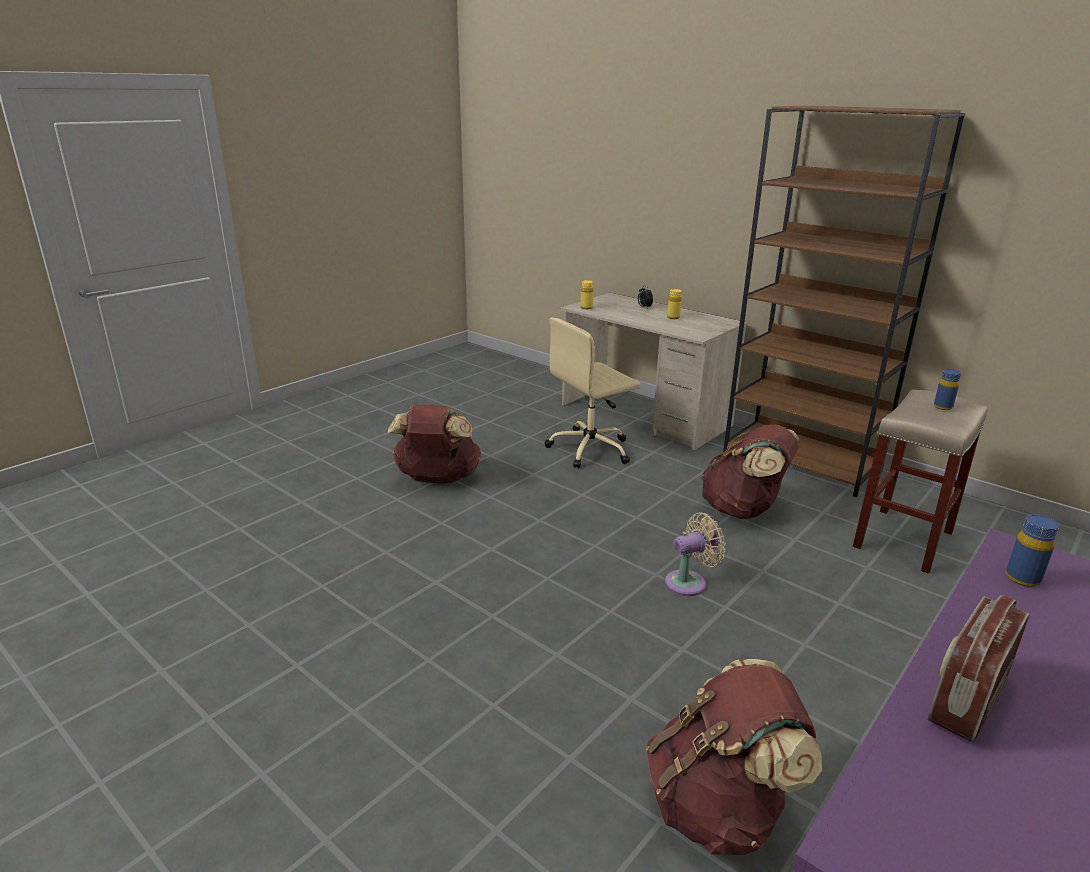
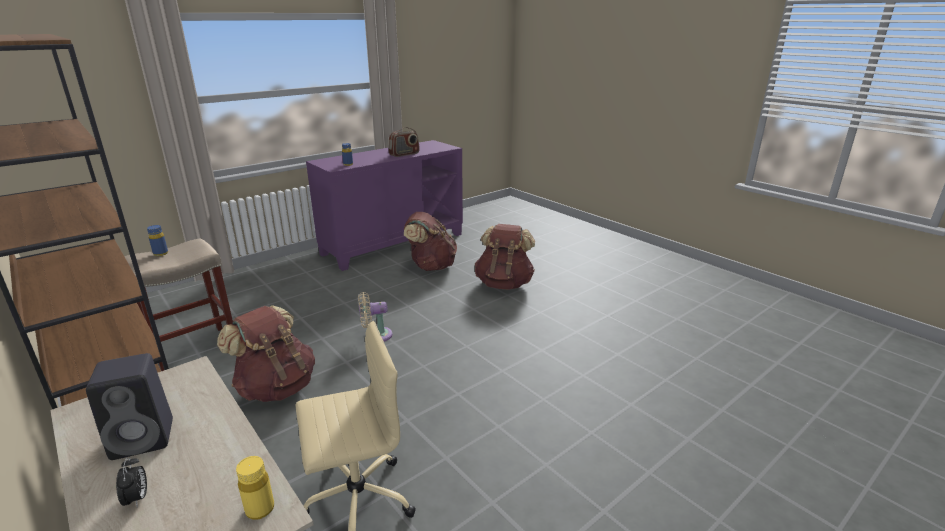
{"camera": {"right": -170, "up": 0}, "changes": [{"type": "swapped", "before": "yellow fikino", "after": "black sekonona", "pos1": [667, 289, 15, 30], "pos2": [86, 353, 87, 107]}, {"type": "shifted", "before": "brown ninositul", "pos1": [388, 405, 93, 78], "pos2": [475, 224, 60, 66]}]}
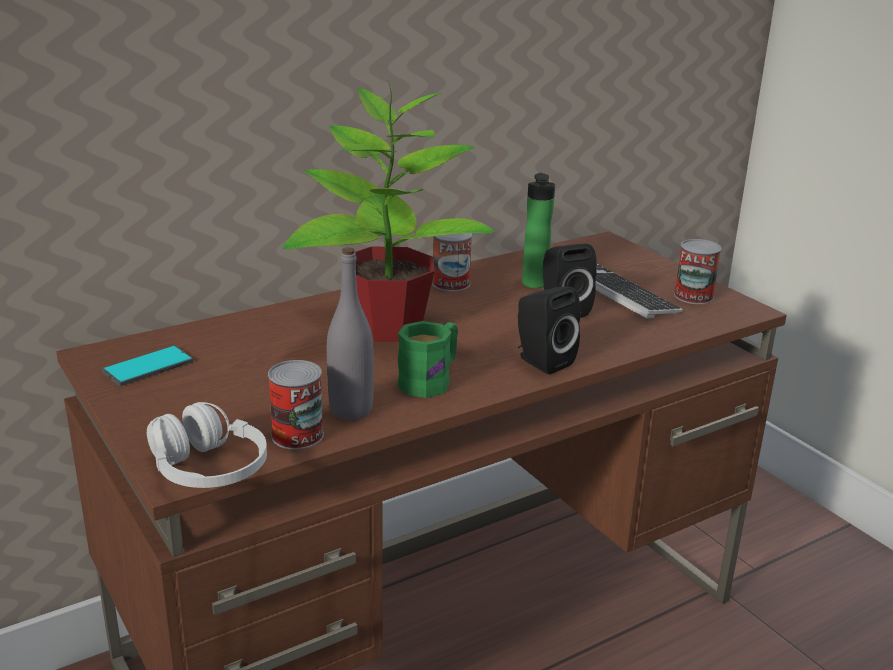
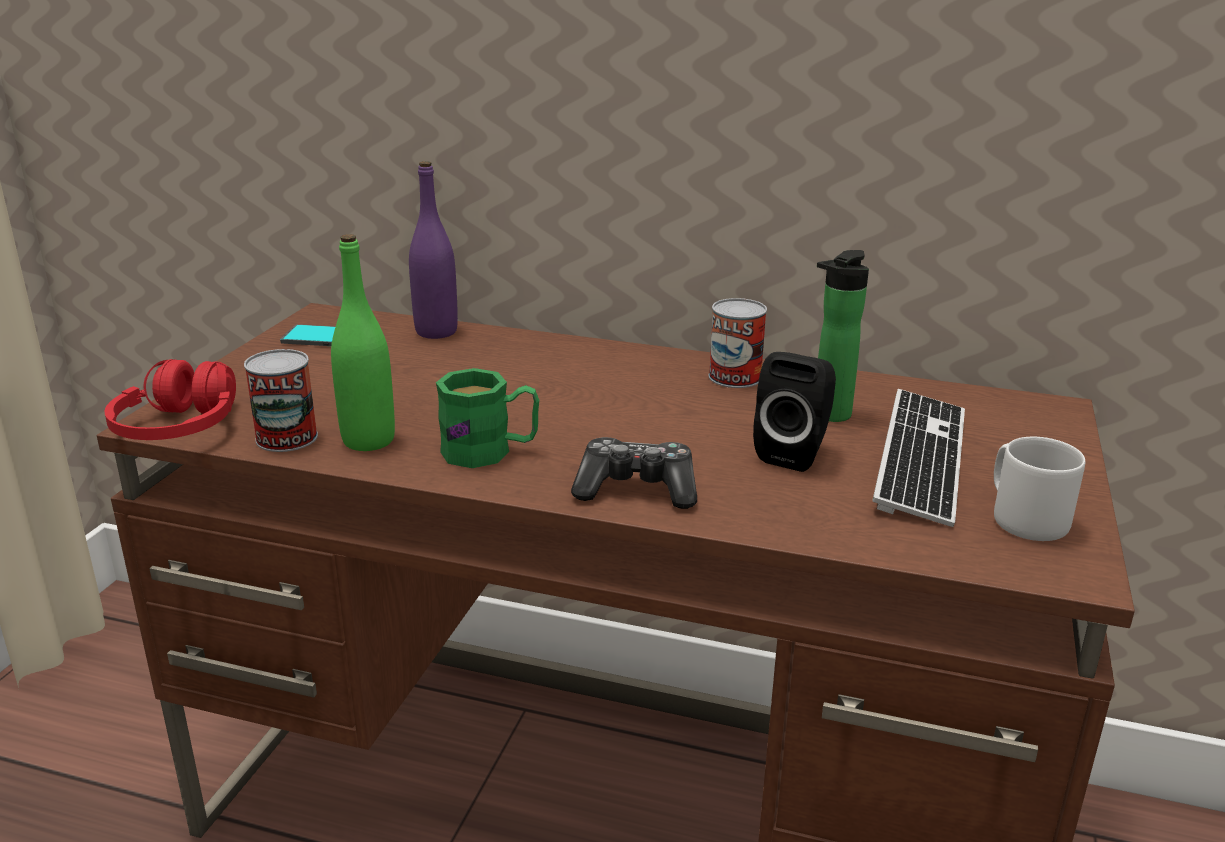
{"camera": {"right": 50, "up": 0}, "changes": [{"type": "repainted", "before": "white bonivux", "after": "red bonivux", "pos1": [147, 402, 120, 86], "pos2": [105, 359, 131, 81]}, {"type": "repainted", "before": "grey fikino", "after": "green fikino", "pos1": [327, 248, 47, 172], "pos2": [331, 234, 64, 217]}, {"type": "new", "after": "purple fikino", "pos2": [409, 161, 49, 178]}, {"type": "swapped", "before": "black sekonona", "after": "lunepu", "pos1": [518, 287, 63, 88], "pos2": [571, 437, 126, 72]}, {"type": "swapped", "before": "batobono", "after": "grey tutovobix", "pos1": [674, 239, 48, 65], "pos2": [994, 437, 91, 104]}, {"type": "gone", "before": "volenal", "pos1": [283, 80, 211, 262]}]}
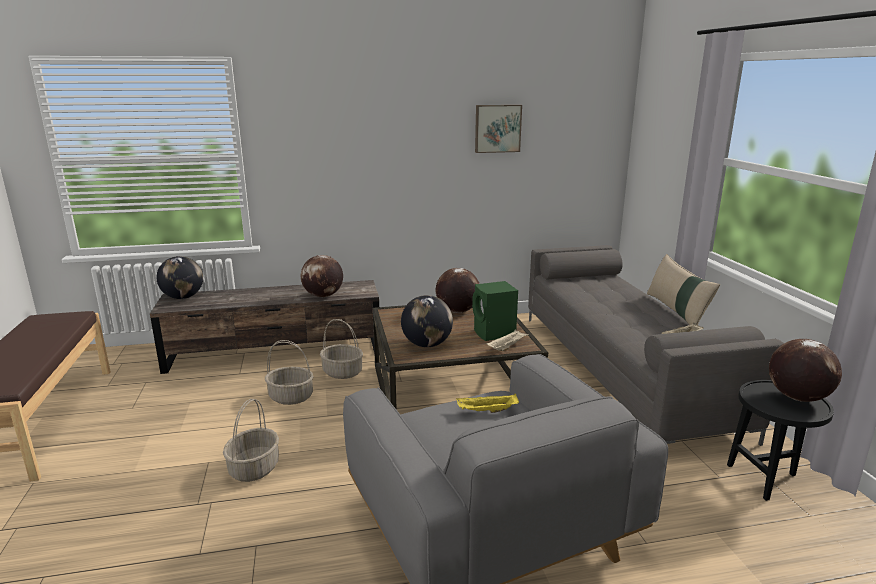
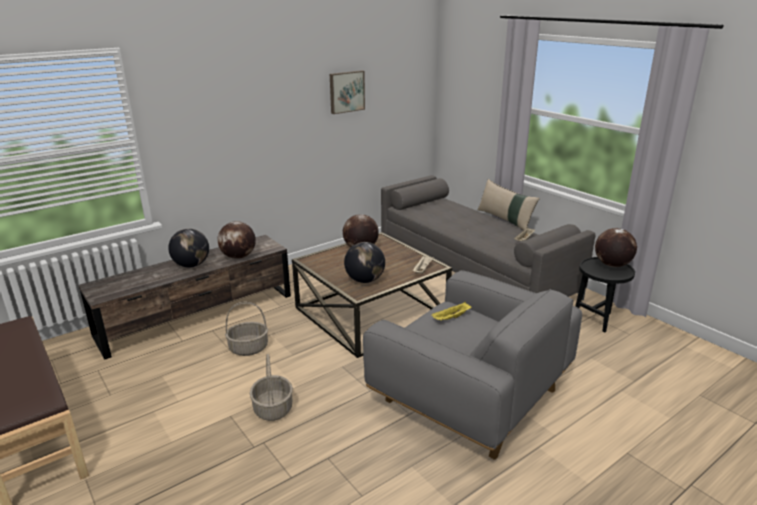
{"camera": {"right": -25, "up": 5}, "changes": [{"type": "shifted", "before": "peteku", "pos1": [156, 256, 47, 43], "pos2": [168, 229, 41, 38]}, {"type": "gone", "before": "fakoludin", "pos1": [320, 319, 43, 60]}, {"type": "gone", "before": "green sekonona", "pos1": [472, 281, 46, 60]}]}
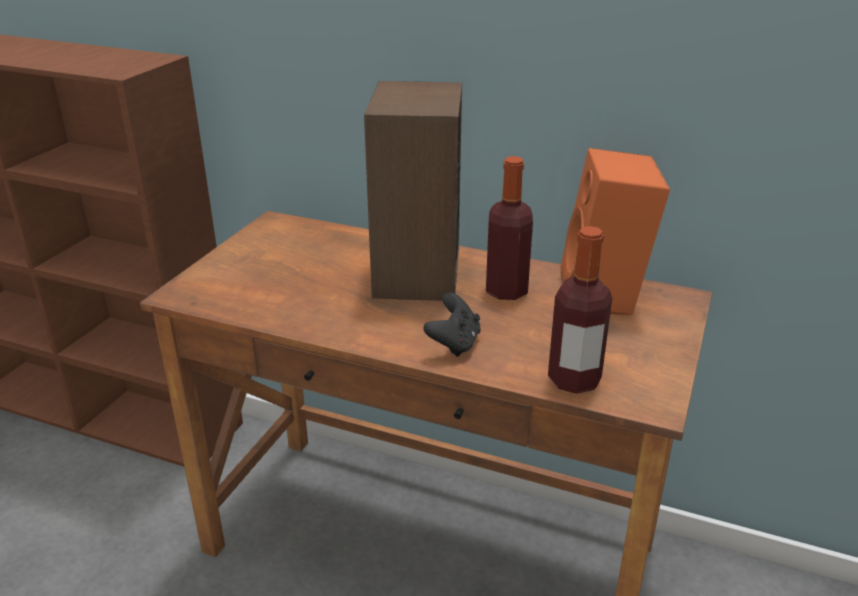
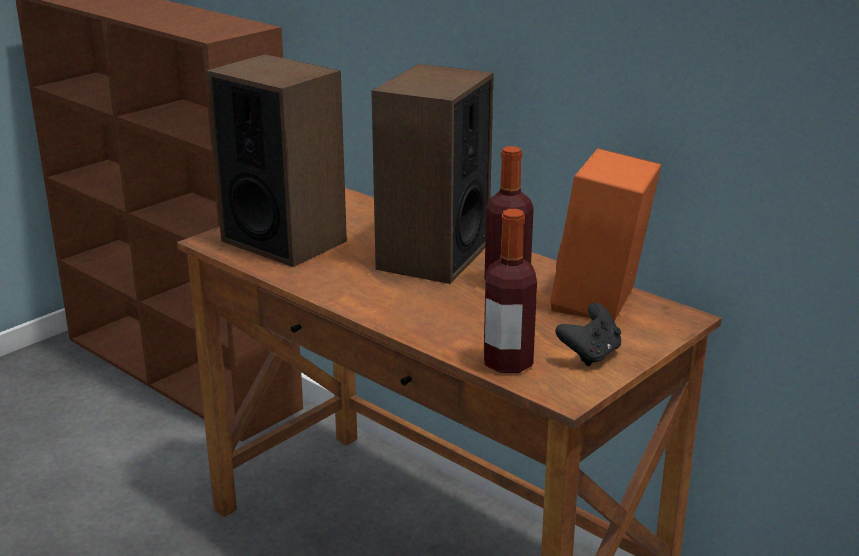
{"camera": {"right": 20, "up": -5}, "changes": [{"type": "new", "after": "sekonona", "pos2": [206, 54, 141, 213]}, {"type": "shifted", "before": "black lunepu", "pos1": [423, 293, 58, 64], "pos2": [555, 303, 66, 63]}]}
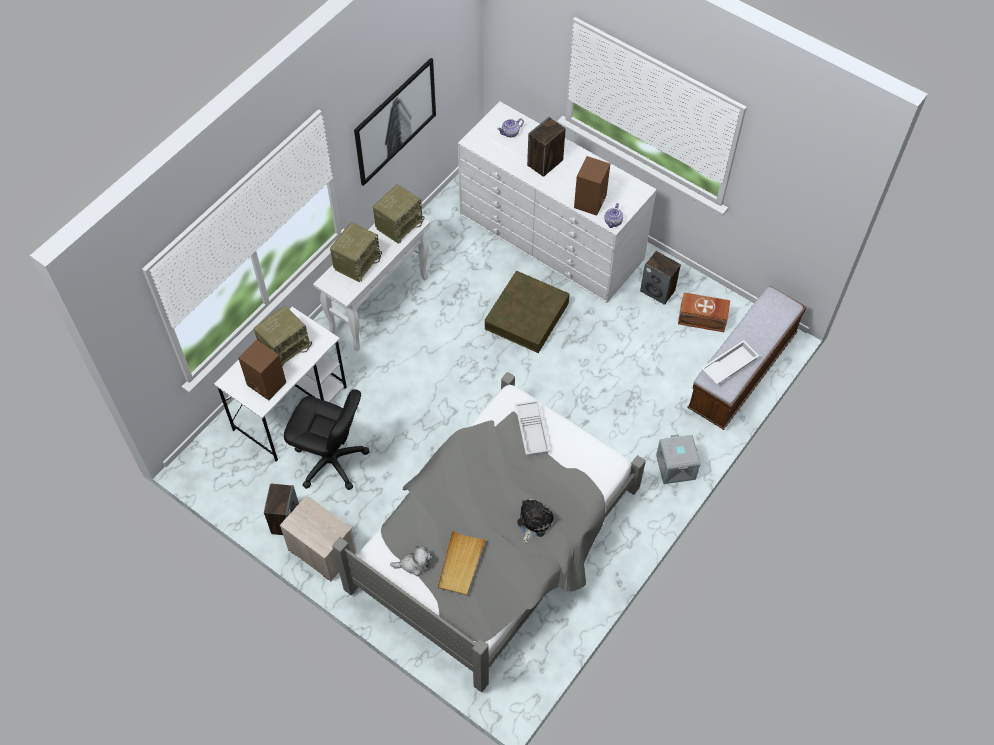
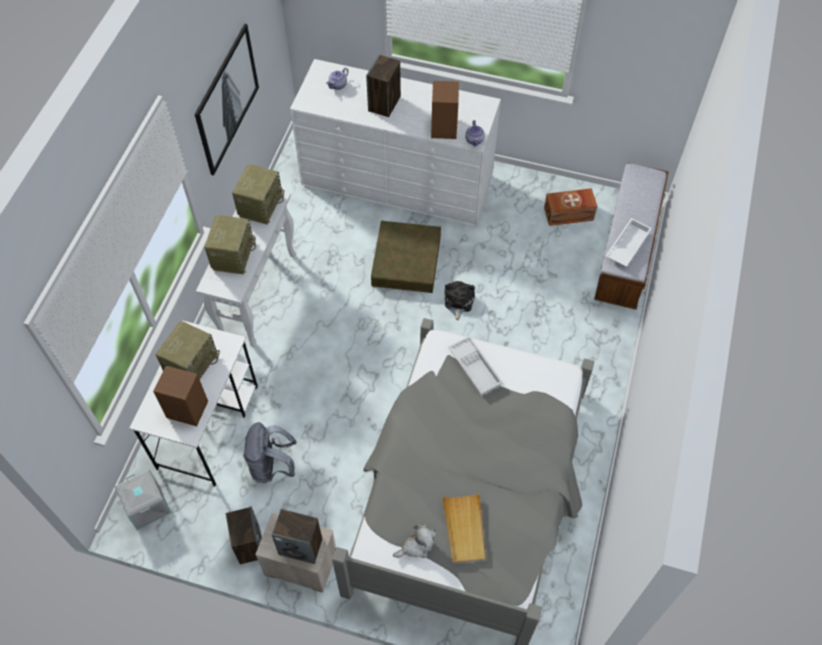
{"camera": {"right": -20, "up": 0}, "changes": [{"type": "shifted", "before": "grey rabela", "pos1": [656, 435, 45, 49], "pos2": [114, 469, 57, 61]}, {"type": "swapped", "before": "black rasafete", "after": "grey ninositul", "pos1": [284, 389, 86, 101], "pos2": [243, 422, 53, 61]}, {"type": "shifted", "before": "sekonona", "pos1": [640, 251, 41, 54], "pos2": [272, 509, 50, 55]}, {"type": "shifted", "before": "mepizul", "pos1": [517, 499, 37, 44], "pos2": [445, 281, 30, 40]}]}
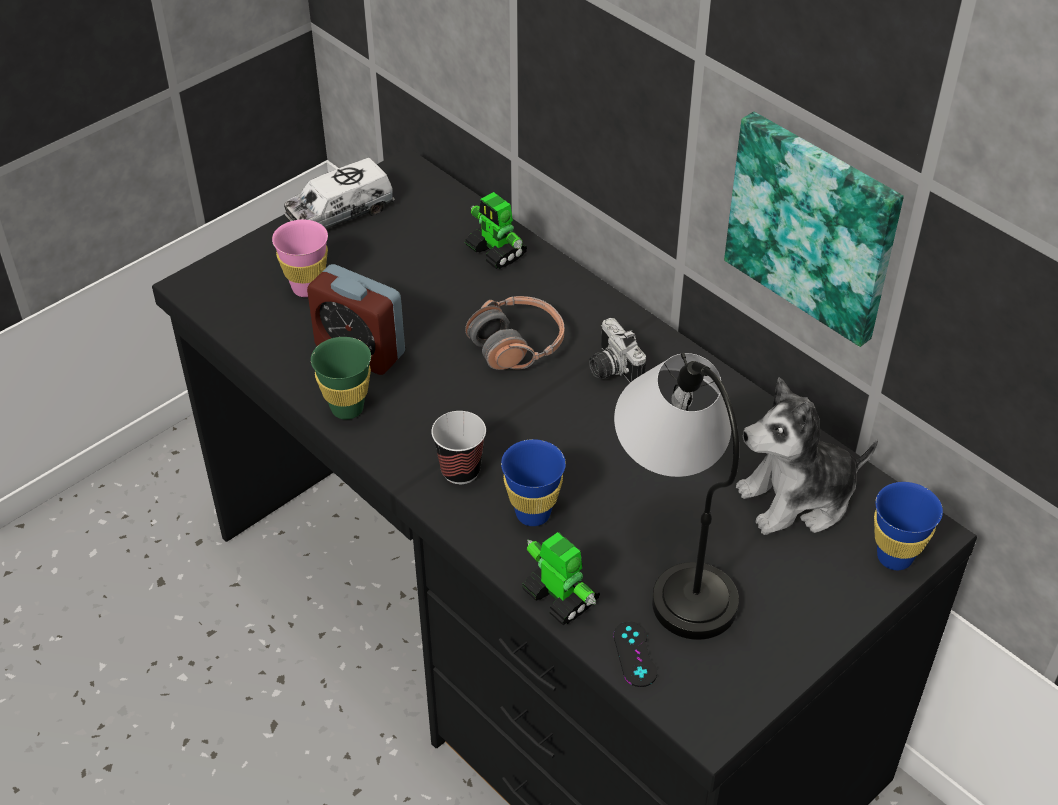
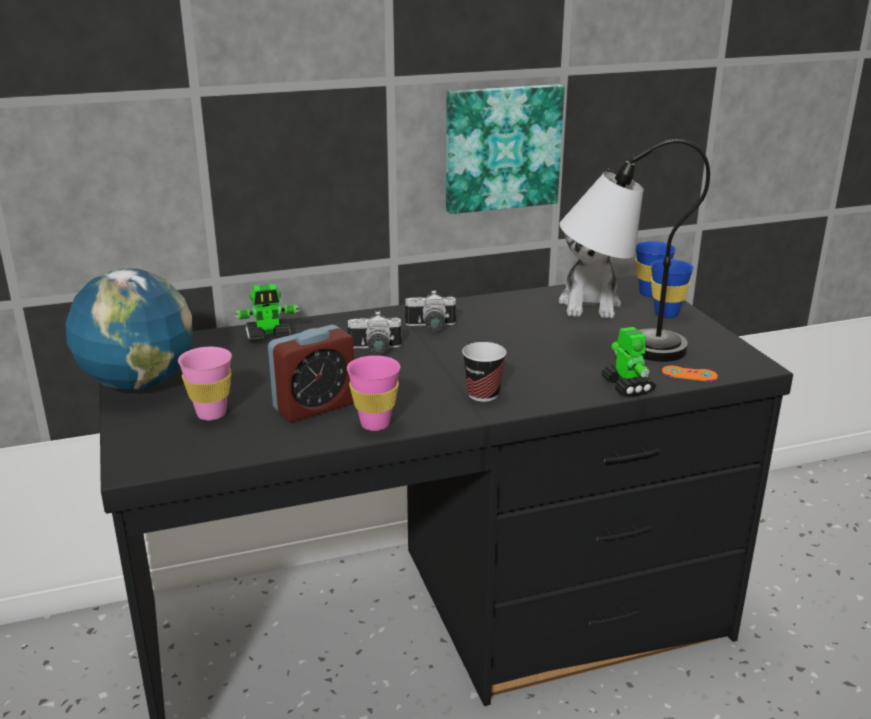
{"camera": {"right": -65, "up": -20}, "changes": [{"type": "swapped", "before": "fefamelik", "after": "peteku", "pos1": [284, 158, 110, 71], "pos2": [66, 268, 126, 122]}, {"type": "swapped", "before": "bonivux", "after": "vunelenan", "pos1": [465, 296, 99, 74], "pos2": [347, 311, 55, 43]}, {"type": "repainted", "before": "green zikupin", "after": "pink zikupin", "pos1": [311, 337, 60, 83], "pos2": [347, 355, 53, 76]}, {"type": "rotated", "before": "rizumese", "pos1": [522, 532, 78, 93], "pos2": [601, 327, 55, 70], "turn": 90}, {"type": "shifted", "before": "blue zikupin", "pos1": [501, 439, 65, 87], "pos2": [651, 259, 43, 59]}, {"type": "repainted", "before": "black lunepu", "after": "orange lunepu", "pos1": [613, 622, 44, 65], "pos2": [662, 366, 56, 15]}]}
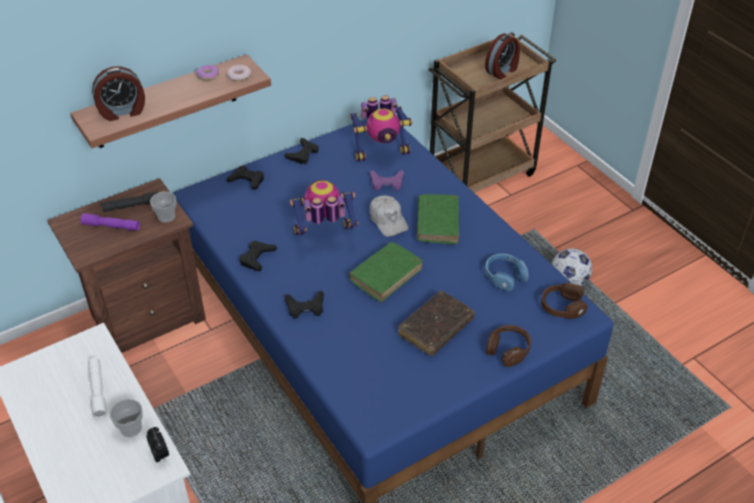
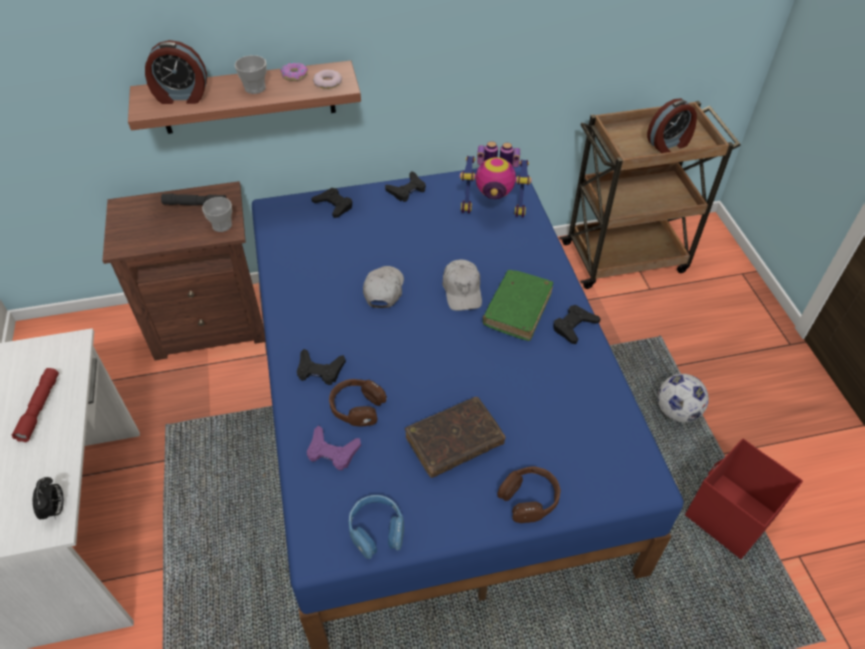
{"camera": {"right": 20, "up": 5}, "changes": [{"type": "repainted", "before": "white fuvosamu", "after": "red fuvosamu", "pos1": [88, 358, 19, 61], "pos2": [11, 368, 48, 74]}, {"type": "shifted", "before": "zikupin", "pos1": [110, 399, 33, 38], "pos2": [234, 55, 33, 39]}, {"type": "shifted", "before": "purple lunepu", "pos1": [370, 170, 34, 21], "pos2": [307, 425, 54, 45]}, {"type": "shifted", "before": "brown bonivux", "pos1": [541, 282, 47, 37], "pos2": [329, 379, 58, 48]}, {"type": "shifted", "before": "blue bonivux", "pos1": [485, 254, 44, 37], "pos2": [349, 495, 55, 64]}, {"type": "swapped", "before": "rizumese", "after": "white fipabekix", "pos1": [290, 180, 68, 55], "pos2": [363, 266, 41, 42]}, {"type": "shifted", "before": "black lunepu", "pos1": [239, 241, 38, 30], "pos2": [553, 305, 48, 39]}, {"type": "new", "after": "red rabela", "pos2": [685, 438, 118, 121]}, {"type": "gone", "before": "purple fuvosamu", "pos1": [80, 213, 60, 18]}, {"type": "gone", "before": "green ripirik", "pos1": [349, 242, 74, 60]}]}
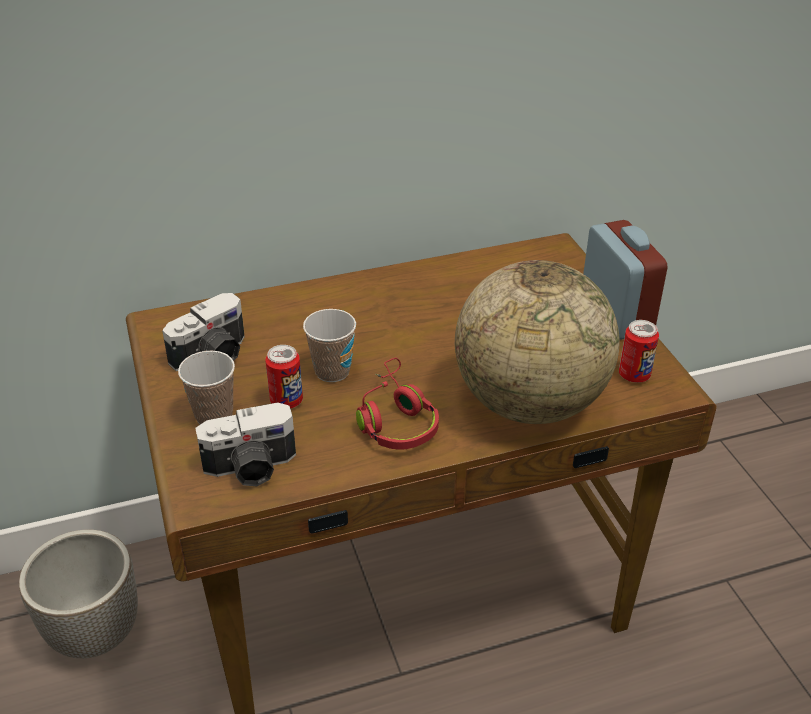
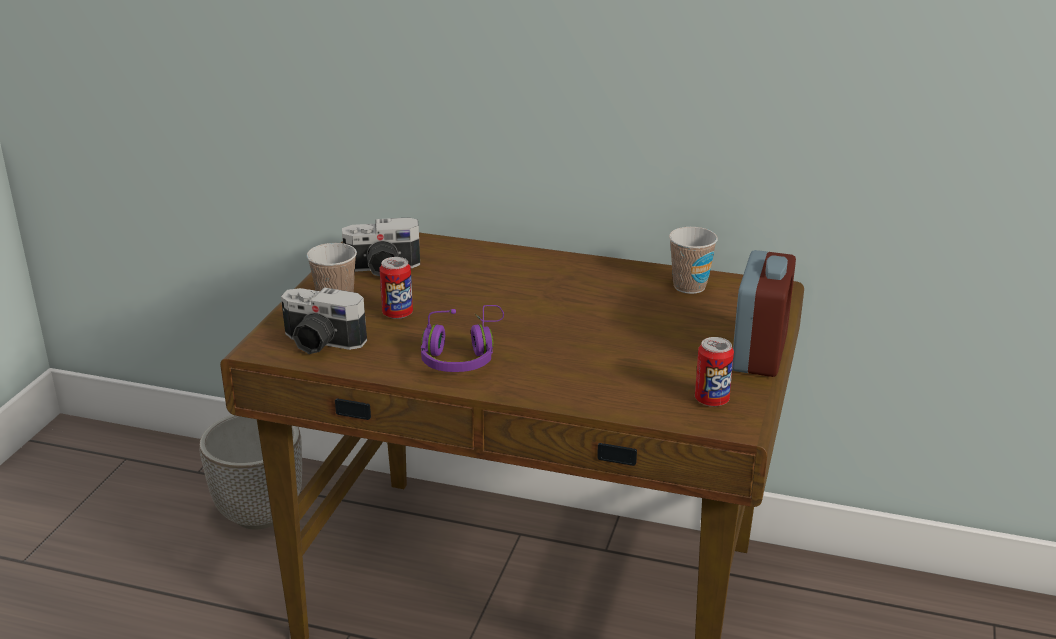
{"camera": {"right": 35, "up": -10}, "changes": [{"type": "repainted", "before": "red bonivux", "after": "purple bonivux", "pos1": [356, 358, 83, 92], "pos2": [421, 305, 83, 67]}, {"type": "shifted", "before": "zikupin", "pos1": [303, 309, 53, 73], "pos2": [669, 227, 49, 67]}, {"type": "gone", "before": "peteku", "pos1": [455, 260, 165, 164]}]}
